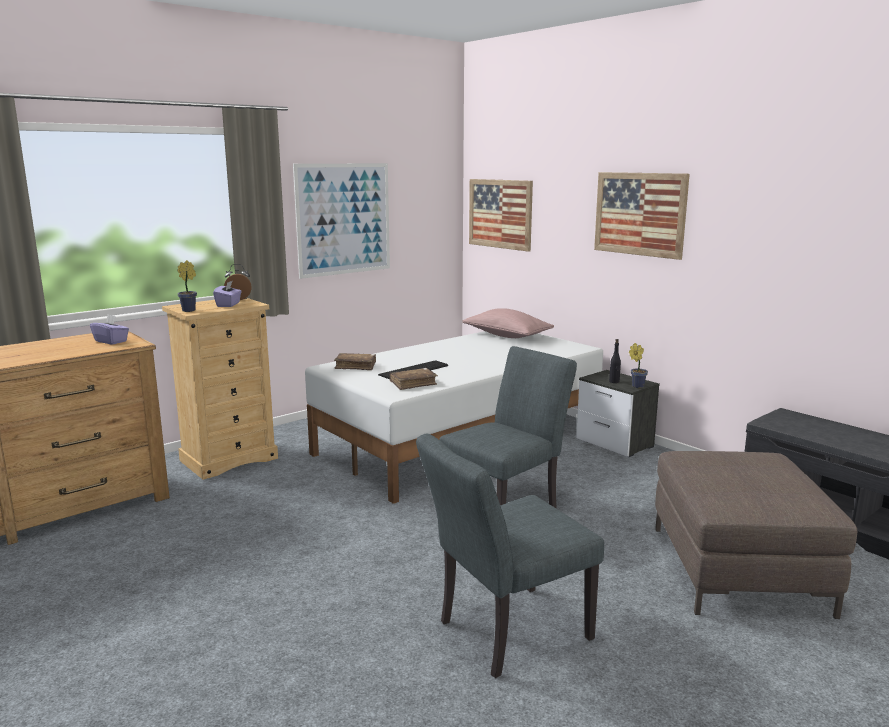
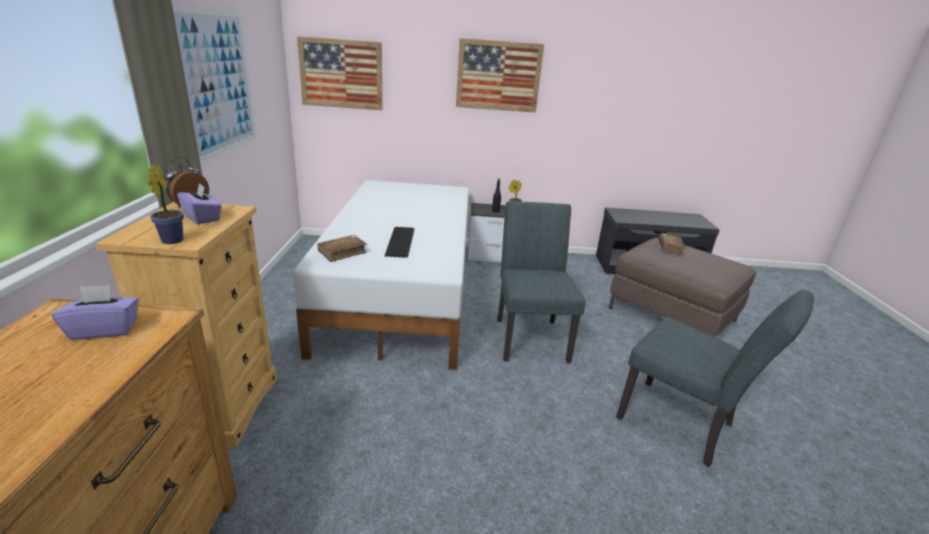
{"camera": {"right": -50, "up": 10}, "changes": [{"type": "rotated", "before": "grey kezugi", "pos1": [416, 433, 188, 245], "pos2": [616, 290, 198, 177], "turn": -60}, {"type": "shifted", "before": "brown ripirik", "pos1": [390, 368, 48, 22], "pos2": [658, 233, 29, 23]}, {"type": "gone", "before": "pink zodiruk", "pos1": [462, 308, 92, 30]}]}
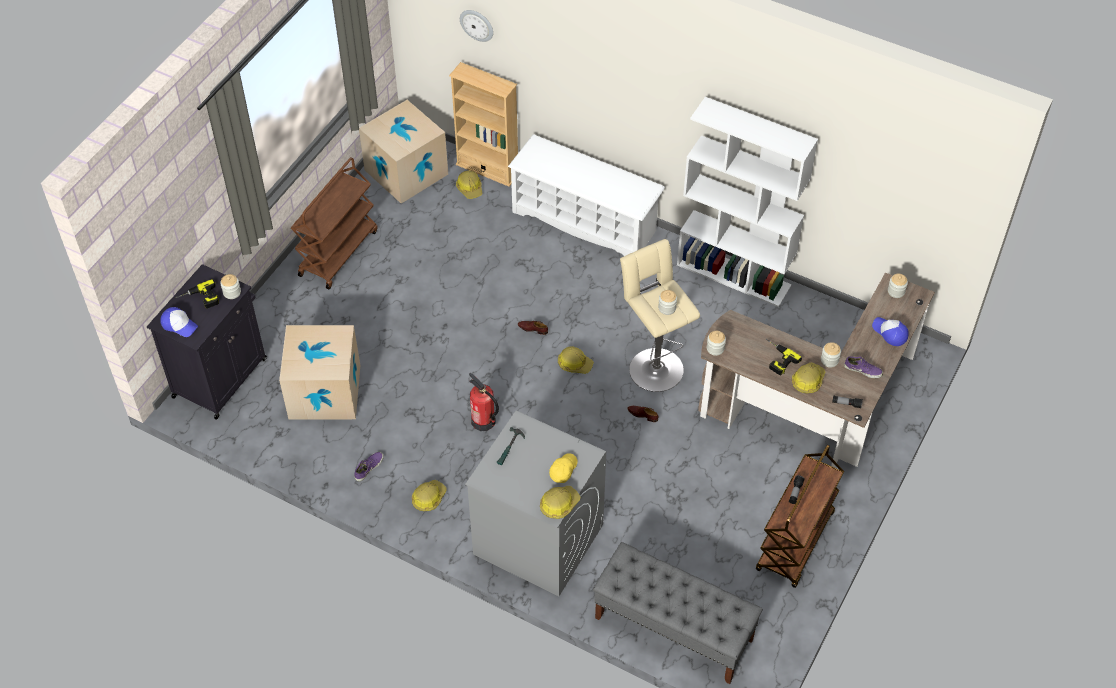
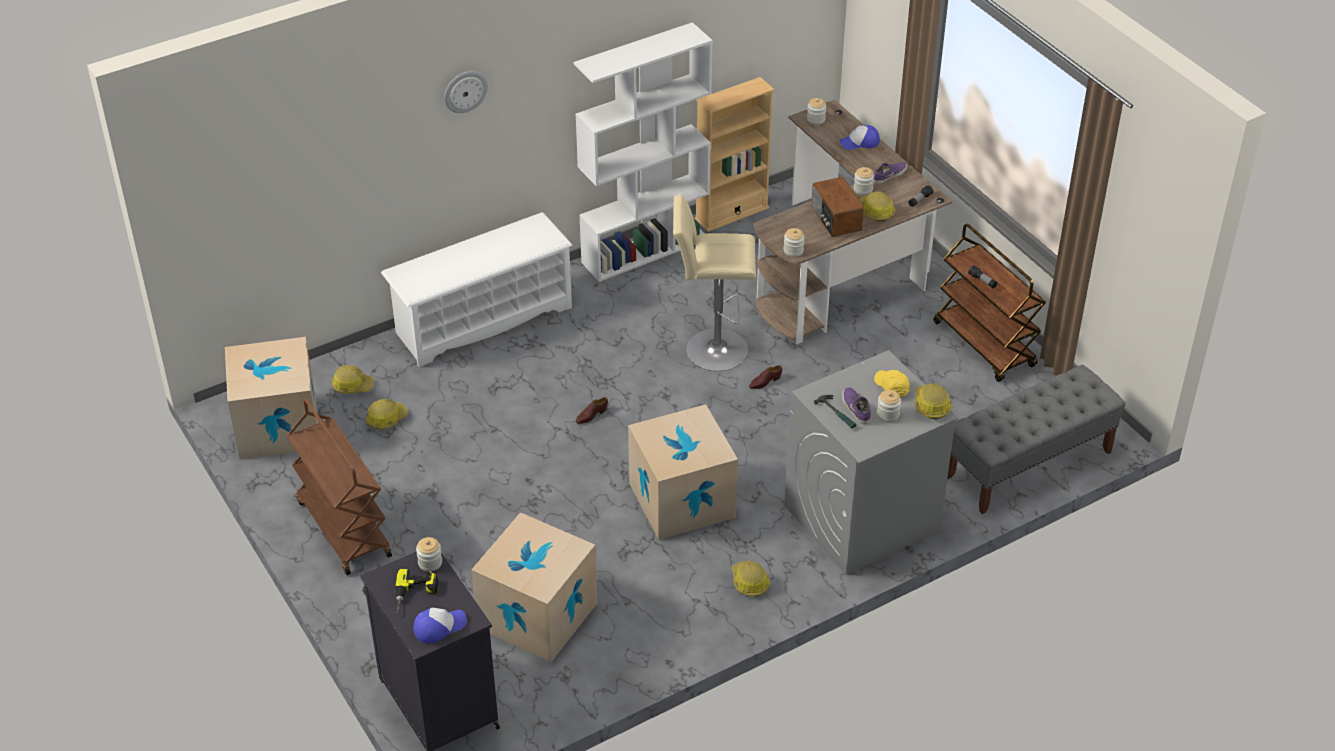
{"camera": {"right": -60, "up": -10}, "changes": [{"type": "shifted", "before": "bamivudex", "pos1": [558, 346, 36, 28], "pos2": [366, 399, 43, 30]}, {"type": "shifted", "before": "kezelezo", "pos1": [460, 10, 33, 32], "pos2": [444, 71, 44, 42]}, {"type": "swapped", "before": "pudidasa", "after": "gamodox", "pos1": [469, 373, 30, 58], "pos2": [628, 404, 110, 136]}, {"type": "shifted", "before": "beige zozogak", "pos1": [449, 62, 69, 125], "pos2": [695, 77, 80, 155]}, {"type": "swapped", "before": "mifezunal", "after": "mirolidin", "pos1": [766, 339, 36, 36], "pos2": [811, 177, 53, 60]}, {"type": "shifted", "before": "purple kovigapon", "pos1": [354, 452, 30, 29], "pos2": [842, 387, 29, 37]}, {"type": "shifted", "before": "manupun", "pos1": [658, 290, 19, 25], "pos2": [877, 390, 24, 32]}]}
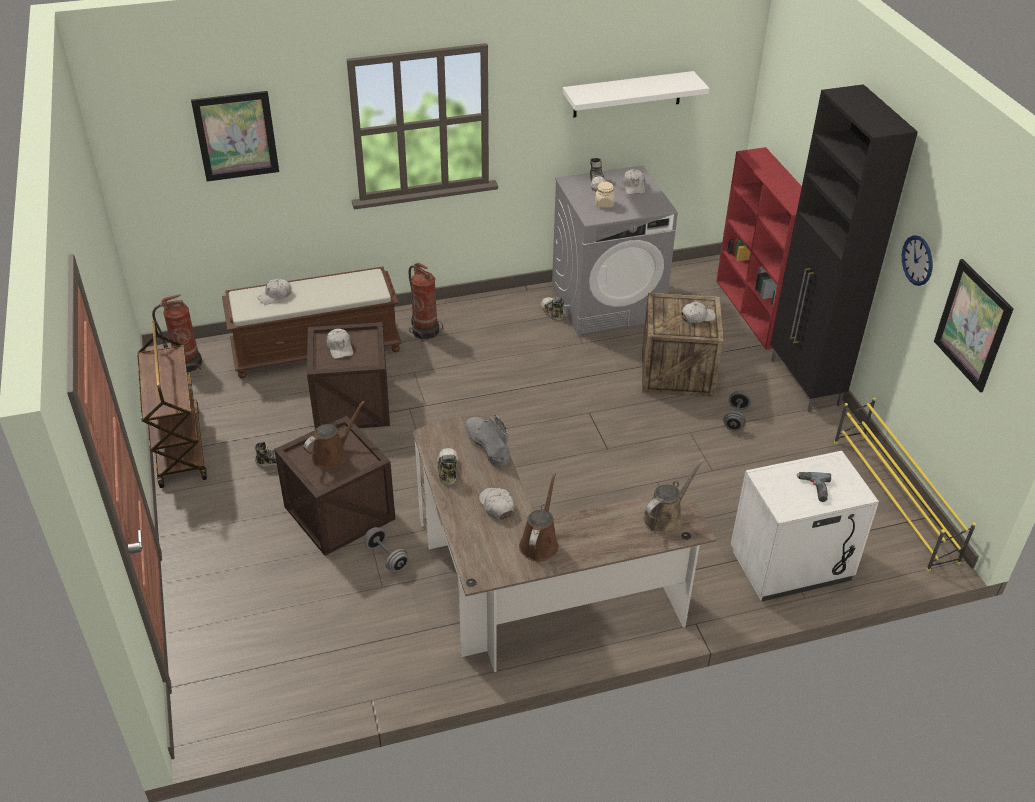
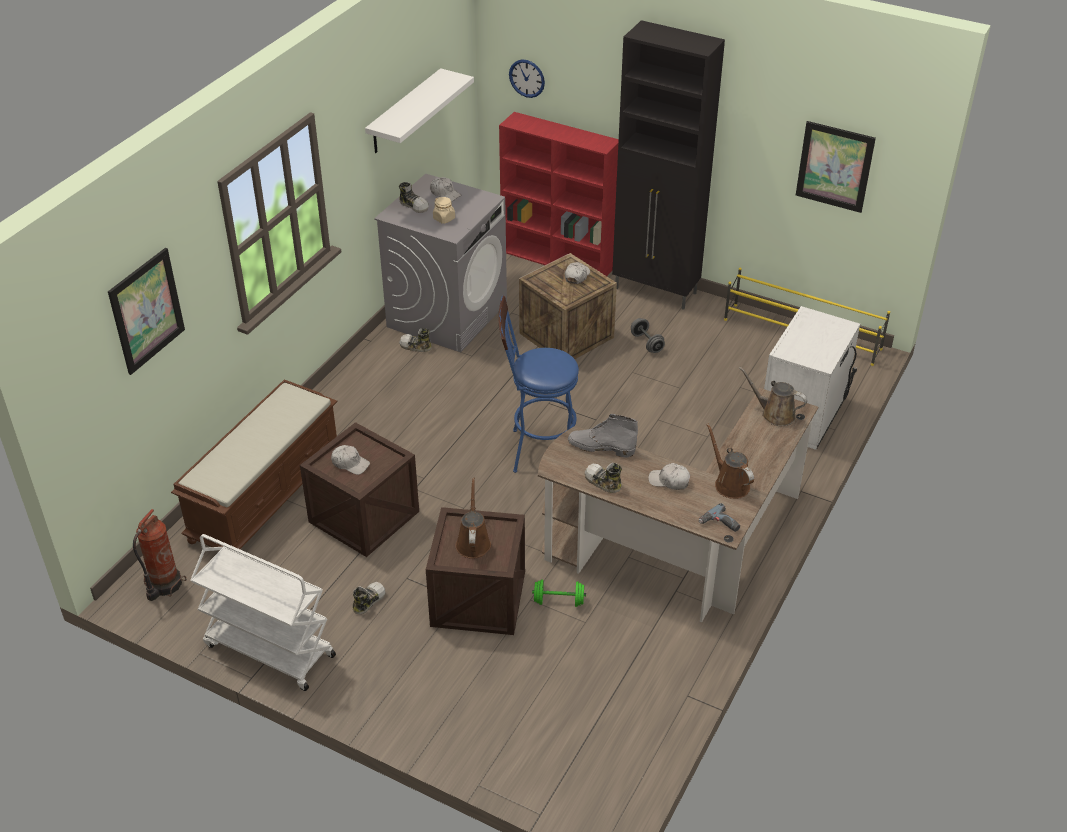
{"camera": {"right": -45, "up": 0}, "changes": [{"type": "repainted", "before": "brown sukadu", "after": "white sukadu", "pos1": [137, 321, 70, 167], "pos2": [191, 534, 145, 157]}, {"type": "new", "after": "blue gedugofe", "pos2": [498, 296, 81, 177]}, {"type": "shifted", "before": "kezelezo", "pos1": [902, 235, 31, 51], "pos2": [509, 60, 36, 38]}, {"type": "repainted", "before": "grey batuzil", "after": "green batuzil", "pos1": [364, 527, 45, 45], "pos2": [532, 580, 54, 27]}, {"type": "shifted", "before": "mifezunal", "pos1": [797, 472, 34, 30], "pos2": [699, 503, 41, 29]}, {"type": "rotated", "before": "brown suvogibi", "pos1": [643, 459, 61, 75], "pos2": [739, 367, 68, 59], "turn": -60}, {"type": "gone", "before": "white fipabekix", "pos1": [257, 279, 34, 26]}, {"type": "gone", "before": "pudidasa", "pos1": [408, 263, 35, 79]}]}
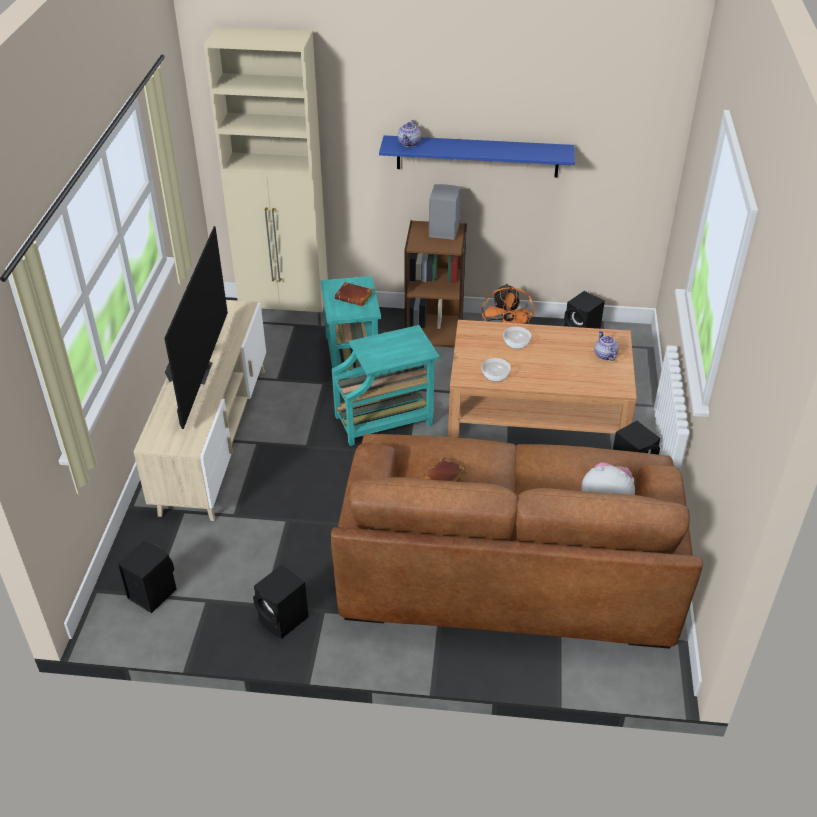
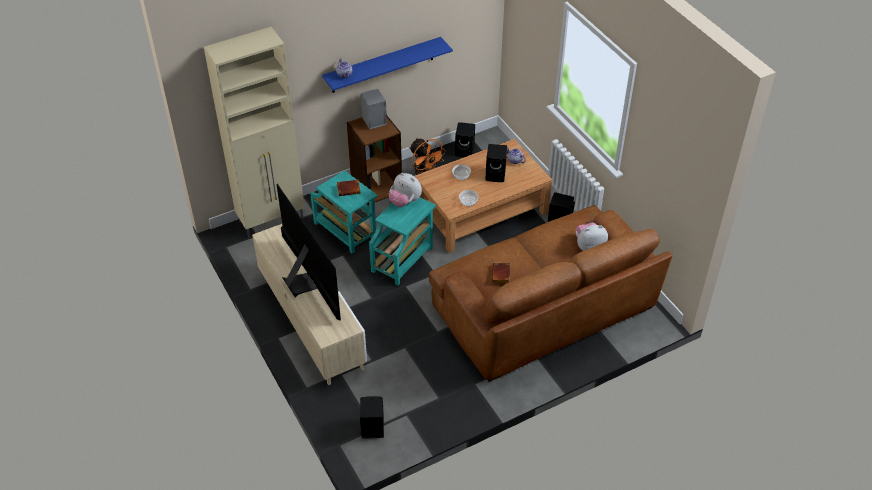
{"camera": {"right": -35, "up": 5}, "changes": [{"type": "new", "after": "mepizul", "pos2": [389, 173, 33, 34]}, {"type": "shifted", "before": "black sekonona", "pos1": [253, 565, 56, 74], "pos2": [485, 144, 22, 38]}]}
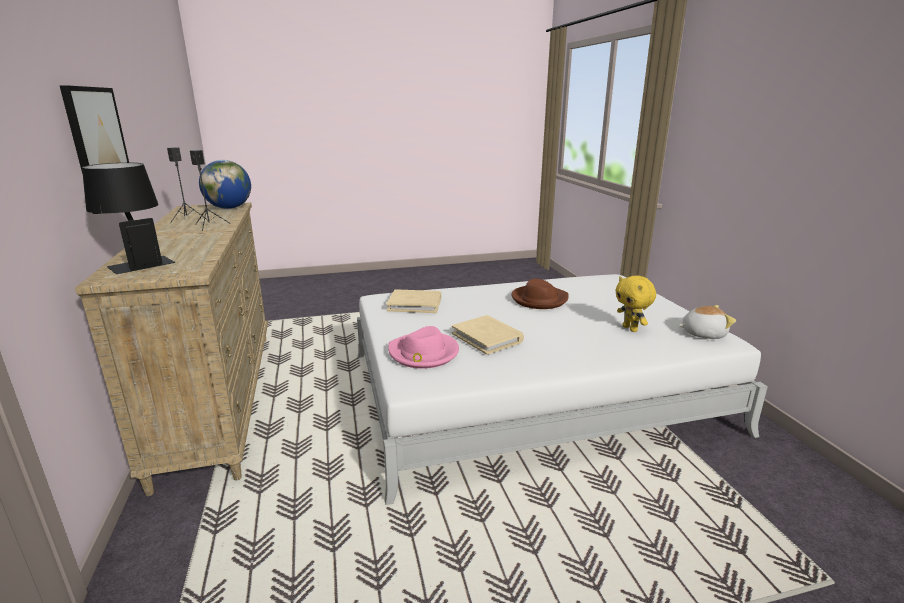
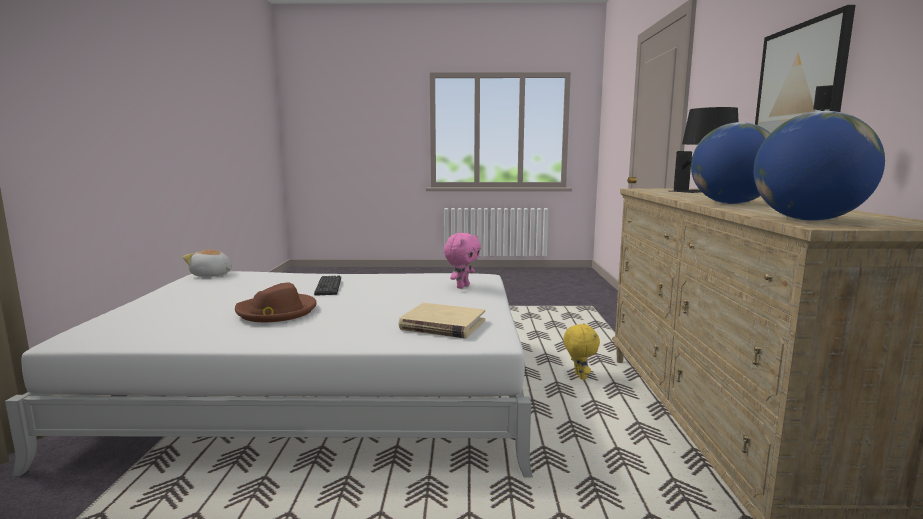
{"camera": {"right": -165, "up": -10}, "changes": [{"type": "new", "after": "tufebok", "pos2": [314, 275, 27, 21]}, {"type": "swapped", "before": "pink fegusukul", "after": "pink mepizul", "pos1": [388, 326, 71, 42], "pos2": [444, 233, 37, 56]}, {"type": "shifted", "before": "yellow mepizul", "pos1": [615, 275, 41, 57], "pos2": [563, 323, 37, 57]}, {"type": "swapped", "before": "black sekonona", "after": "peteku", "pos1": [190, 150, 41, 81], "pos2": [691, 122, 79, 82]}, {"type": "gone", "before": "beige ripirik", "pos1": [452, 315, 72, 40]}]}
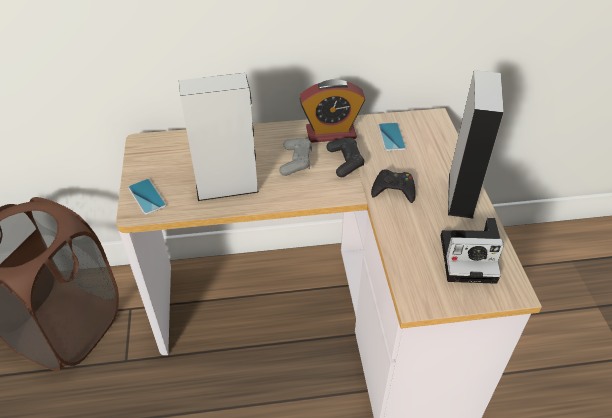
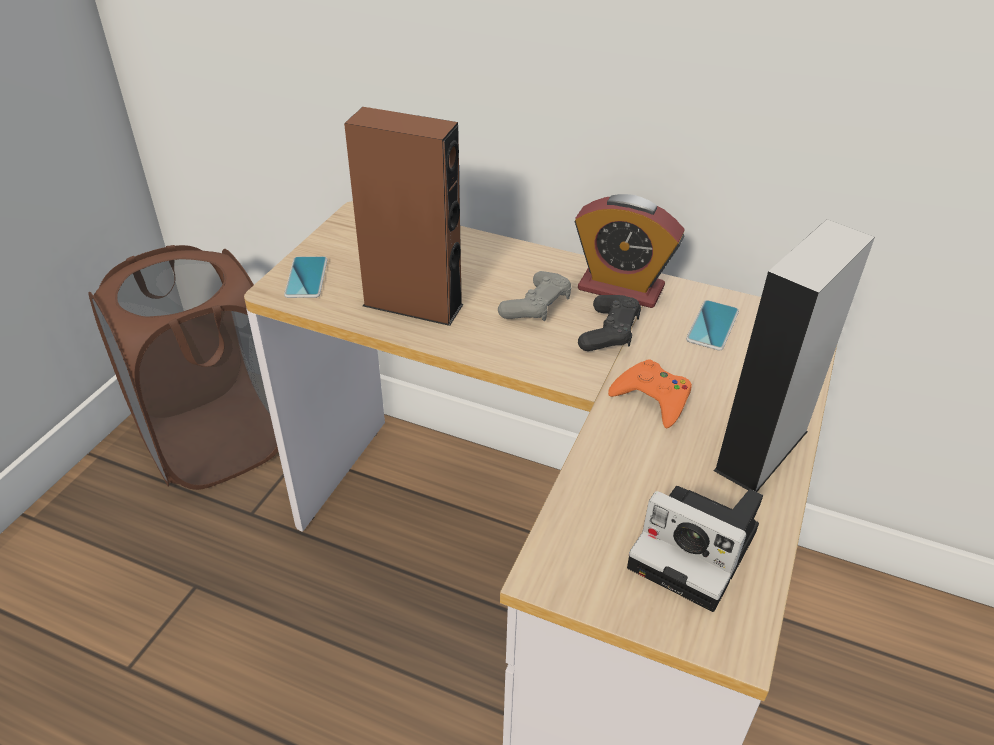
{"camera": {"right": 30, "up": -5}, "changes": [{"type": "repainted", "before": "grey sekonona", "after": "brown sekonona", "pos1": [179, 73, 80, 128], "pos2": [344, 107, 119, 219]}, {"type": "repainted", "before": "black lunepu", "after": "orange lunepu", "pos1": [371, 169, 45, 34], "pos2": [608, 359, 84, 69]}]}
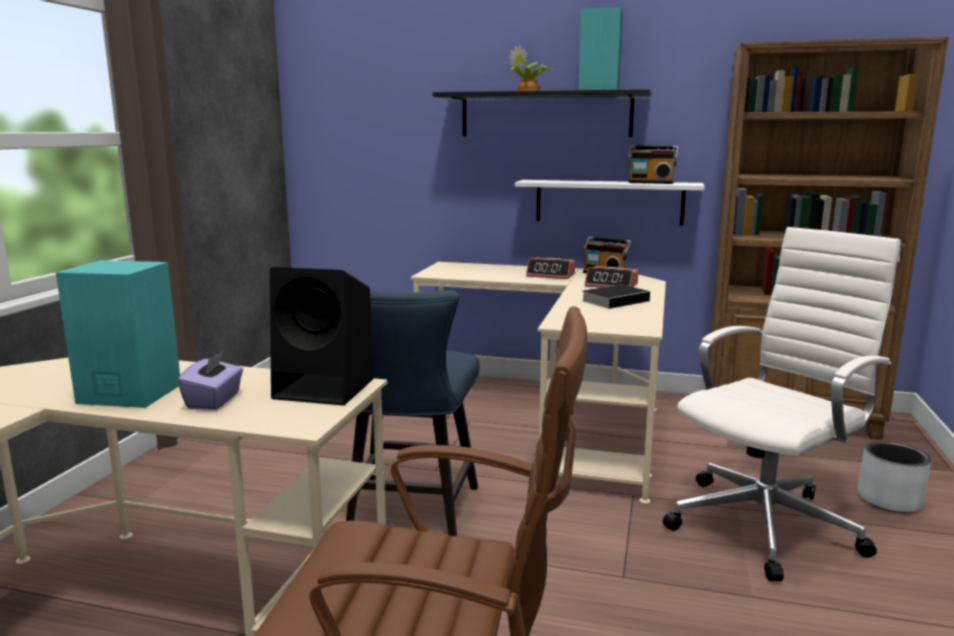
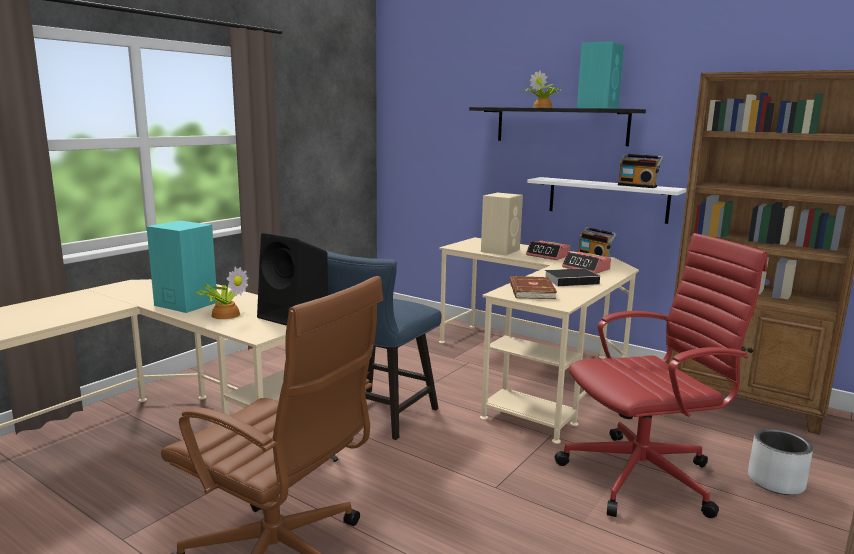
{"camera": {"right": 20, "up": 0}, "changes": [{"type": "swapped", "before": "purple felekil", "after": "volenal", "pos1": [177, 351, 66, 59], "pos2": [194, 266, 54, 53]}, {"type": "new", "after": "beige sekonona", "pos2": [481, 193, 42, 63]}, {"type": "new", "after": "brown ripirik", "pos2": [510, 276, 47, 23]}, {"type": "repainted", "before": "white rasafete", "after": "red rasafete", "pos1": [663, 227, 238, 354], "pos2": [555, 233, 213, 285]}]}
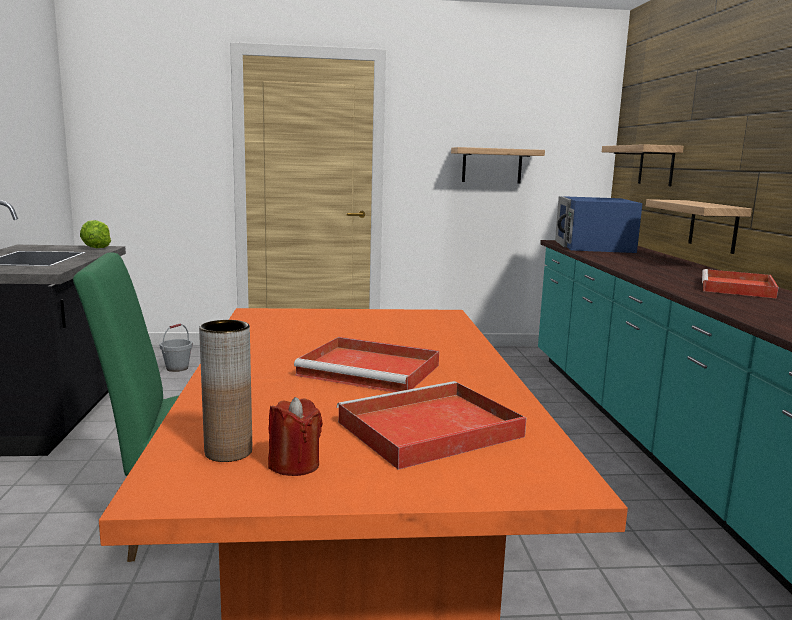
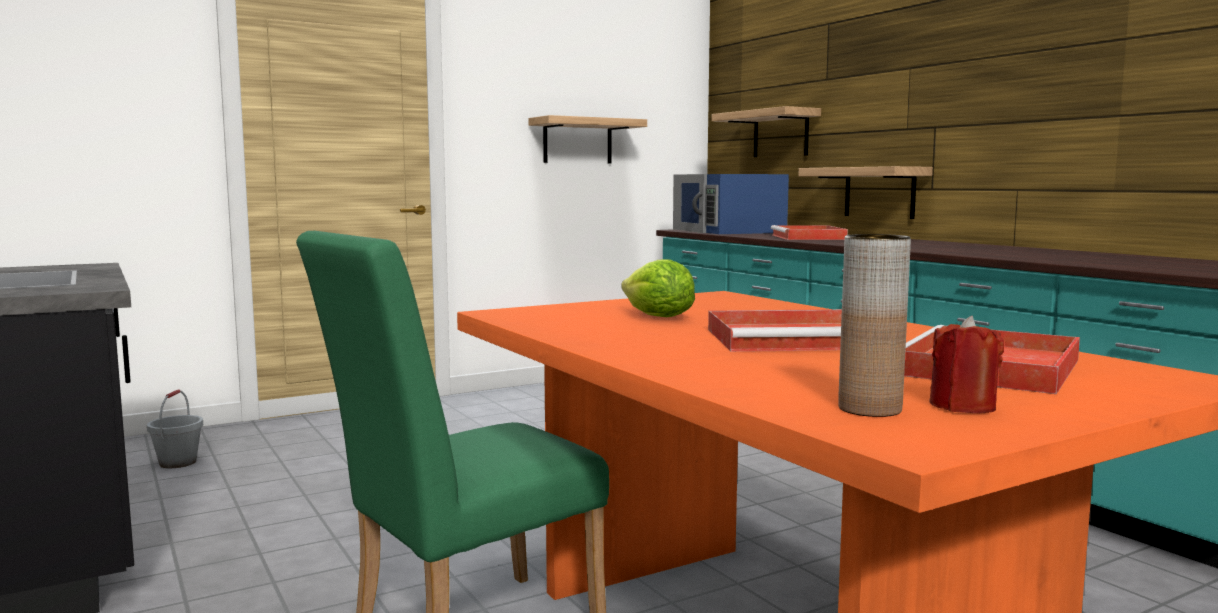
{"camera": {"right": -25, "up": -5}, "changes": [{"type": "shifted", "before": "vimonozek", "pos1": [80, 220, 31, 28], "pos2": [621, 259, 74, 58]}, {"type": "shifted", "before": "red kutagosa", "pos1": [702, 269, 77, 30], "pos2": [771, 225, 77, 15]}]}
